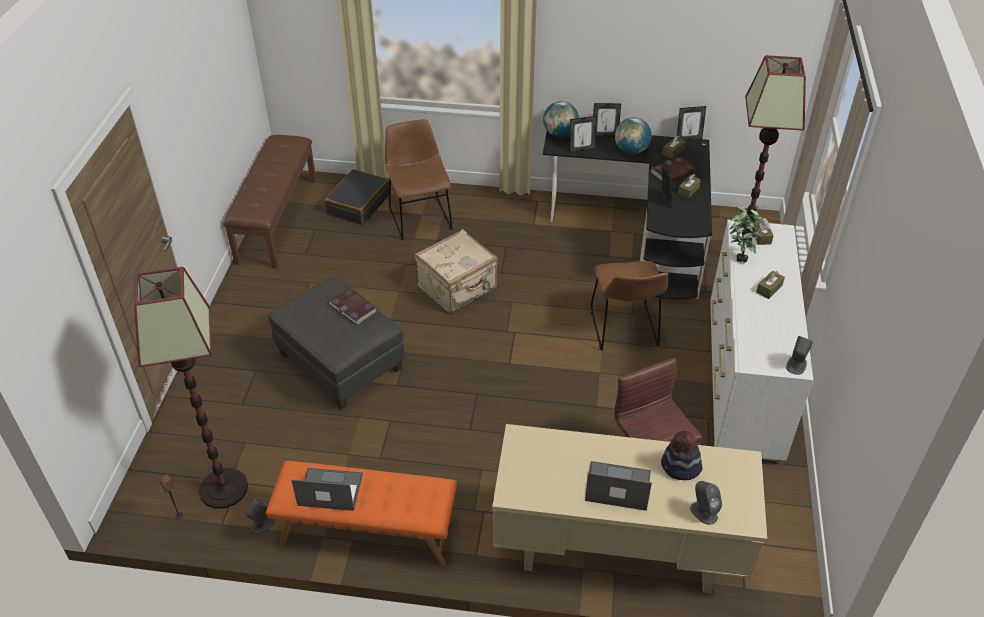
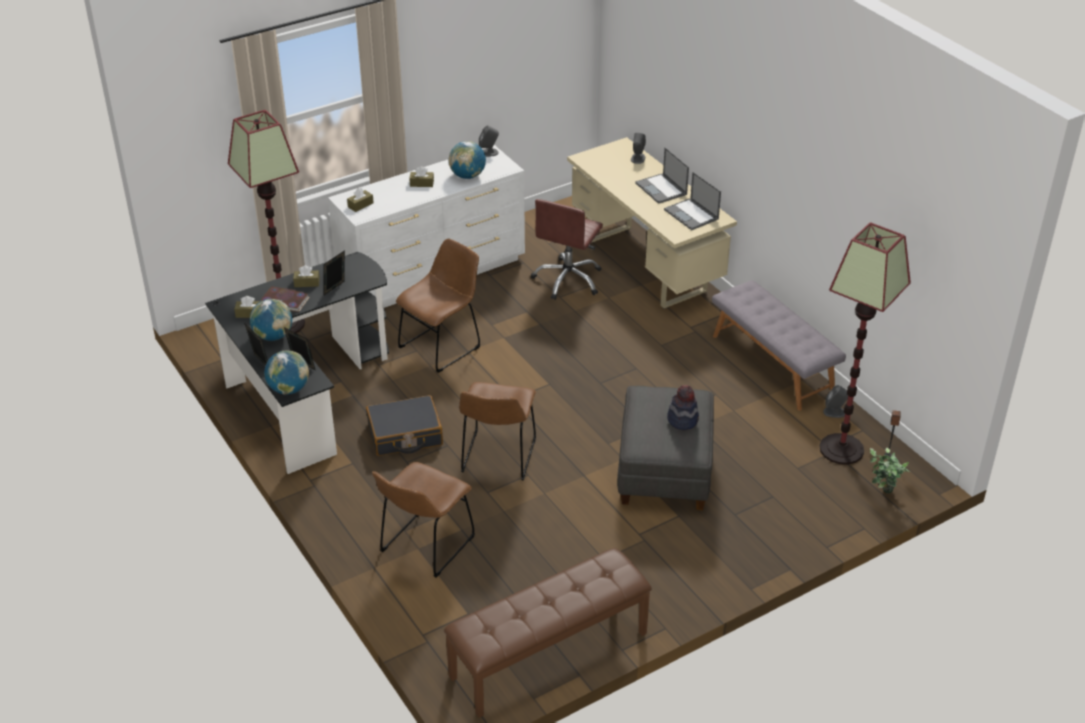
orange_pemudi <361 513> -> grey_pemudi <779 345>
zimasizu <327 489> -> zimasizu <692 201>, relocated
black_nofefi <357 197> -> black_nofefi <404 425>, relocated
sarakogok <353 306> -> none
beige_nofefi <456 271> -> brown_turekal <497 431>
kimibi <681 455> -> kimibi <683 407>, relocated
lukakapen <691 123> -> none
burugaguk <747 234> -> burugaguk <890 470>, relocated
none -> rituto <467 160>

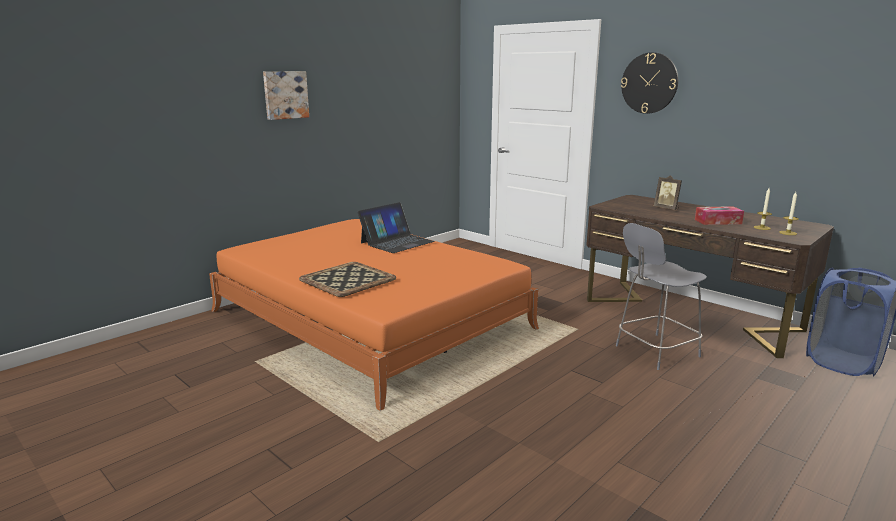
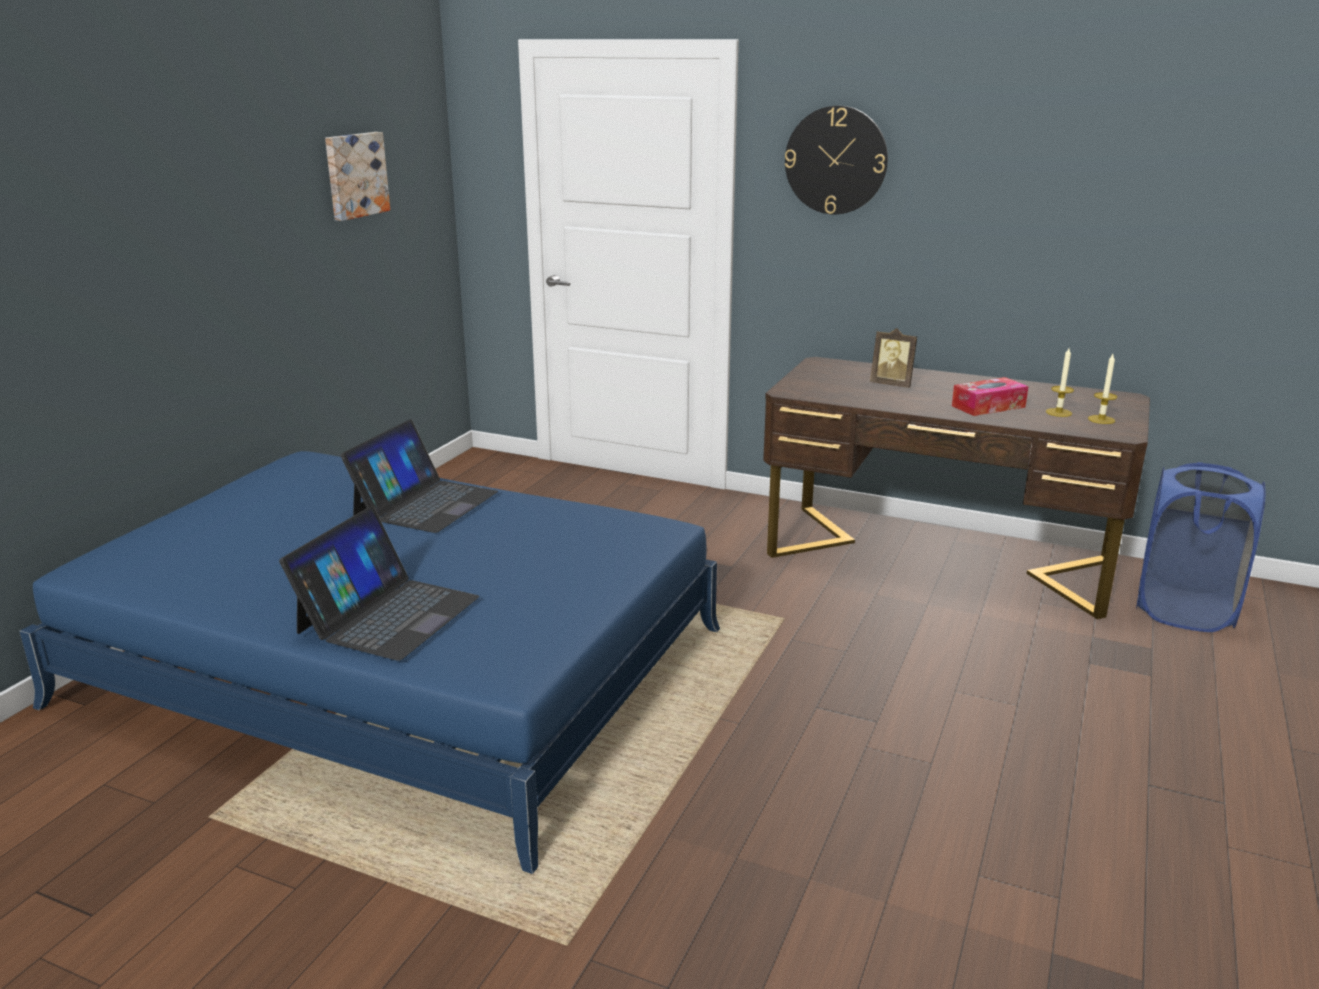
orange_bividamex <374 315> -> blue_bividamex <369 662>
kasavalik <286 95> -> kasavalik <357 176>, relocated
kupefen <347 279> -> zimasizu <379 583>
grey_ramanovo <661 296> -> none

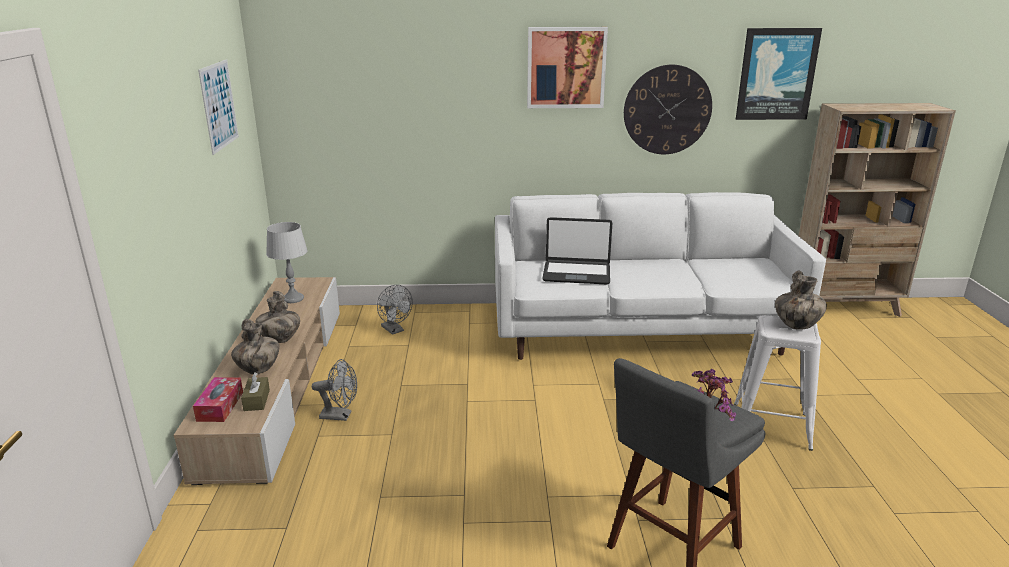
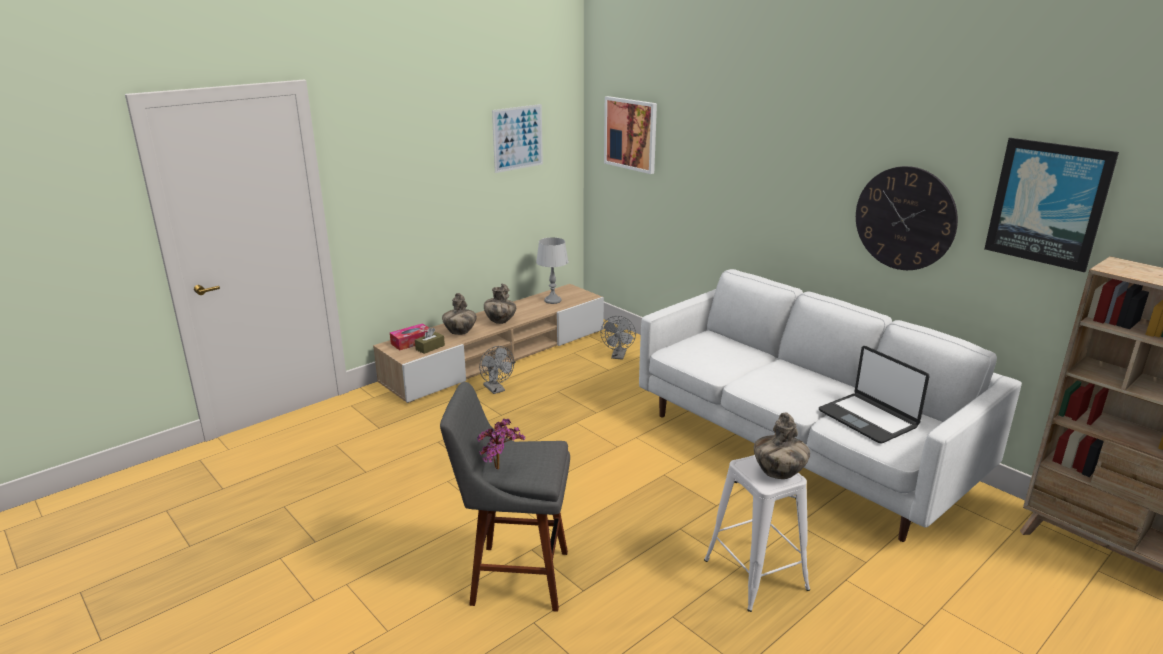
kasavalik <567 67> -> kasavalik <630 135>, relocated
zimasizu <577 250> -> zimasizu <874 394>, relocated

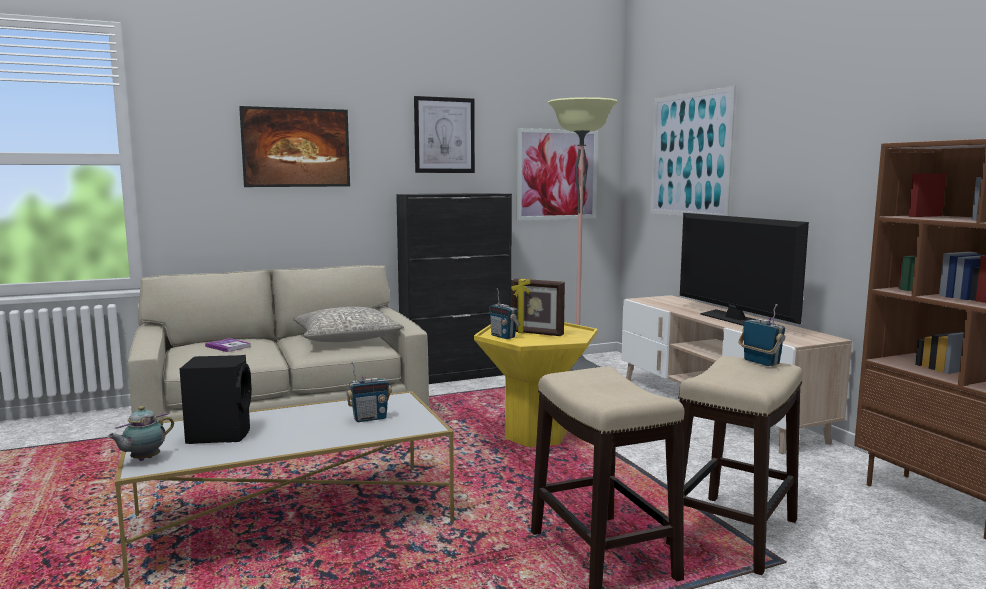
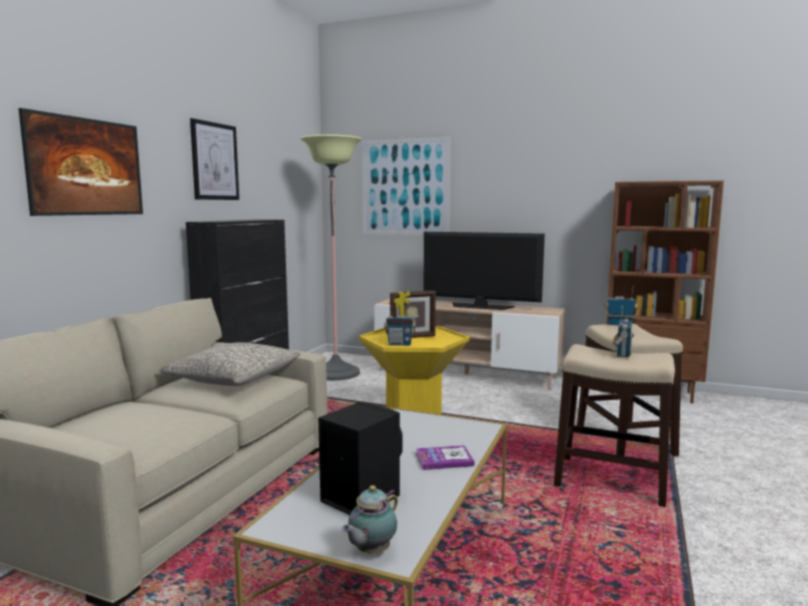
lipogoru <140 433> -> lipogoru <370 519>, 45 degrees clockwise
sarakogok <228 345> -> sarakogok <445 457>, relocated
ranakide <369 392> -> ranakide <623 332>, relocated
kasavalik <557 174> -> none

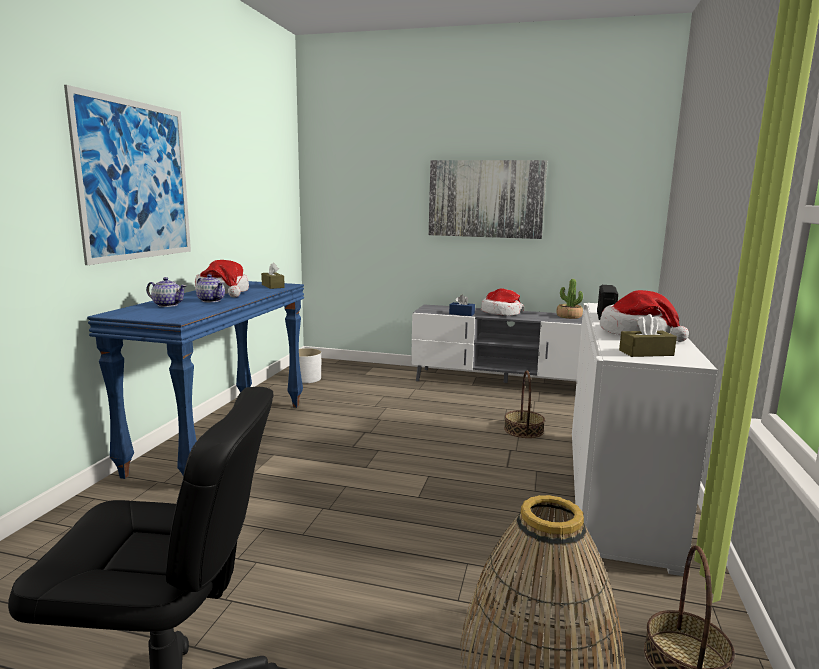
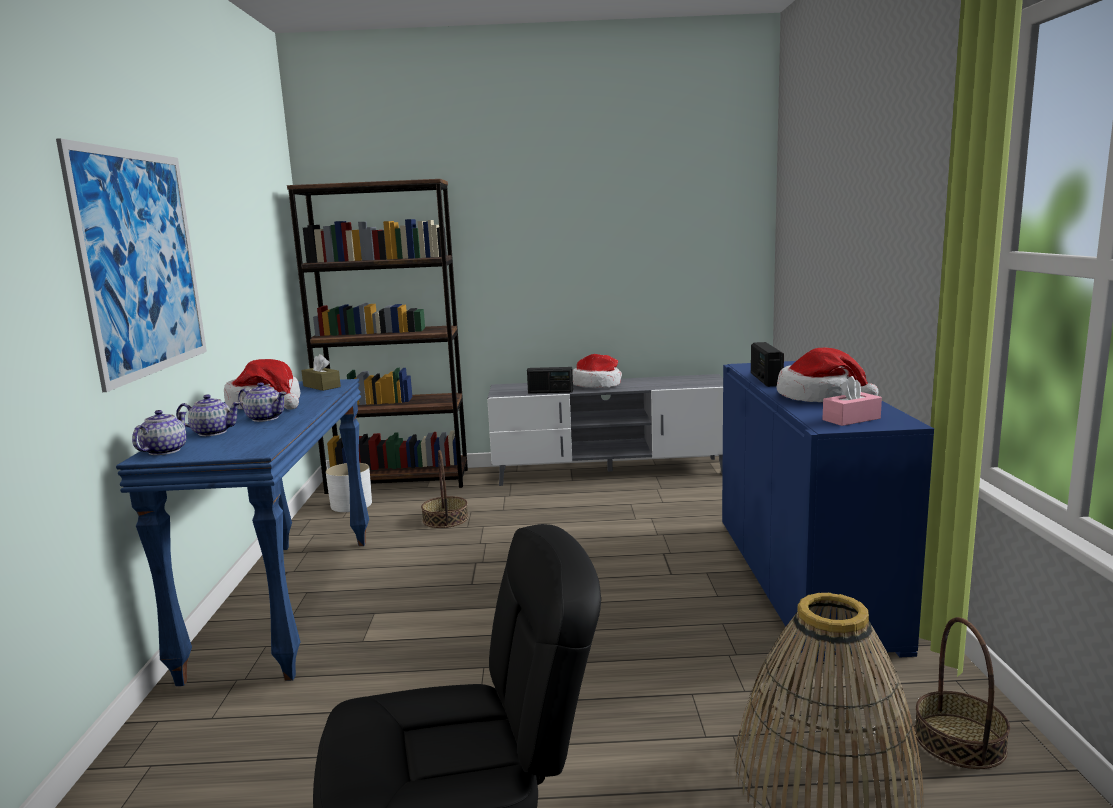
kasavalik <488 199> -> none
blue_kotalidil <462 305> -> ranakide <550 380>
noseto <524 404> -> noseto <444 489>, relocated
burugaguk <569 299> -> none
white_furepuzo <645 439> -> blue_furepuzo <828 511>
brown_kotalidil <648 335> -> pink_kotalidil <852 401>
none -> lipogoru <159 432>
none -> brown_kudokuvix <377 336>

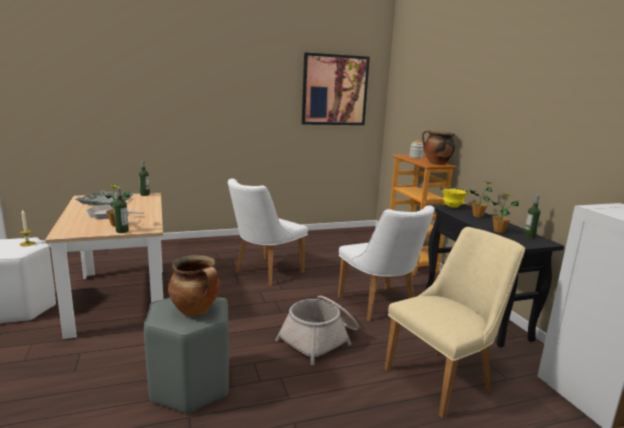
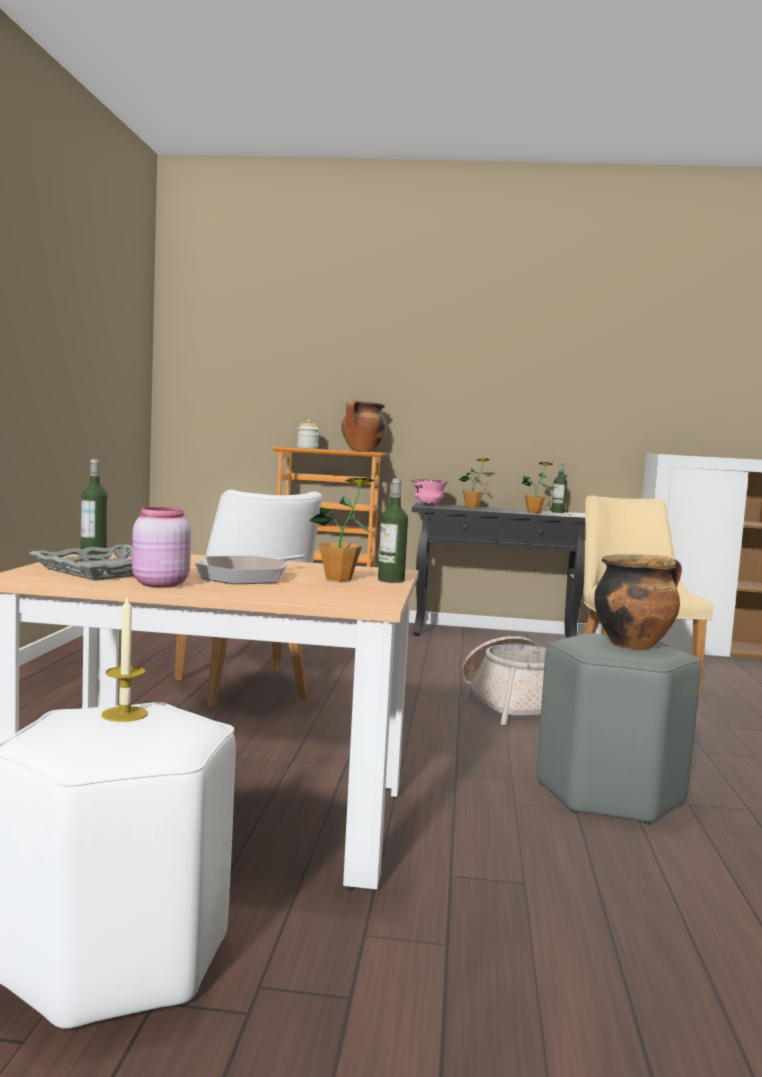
kasavalik <336 88> -> none
white_turekal <386 263> -> none
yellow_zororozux <454 198> -> pink_zororozux <429 492>
none -> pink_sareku <161 547>

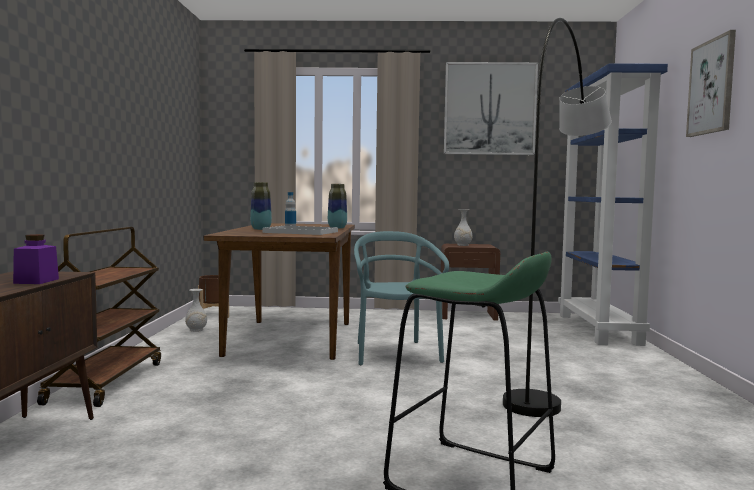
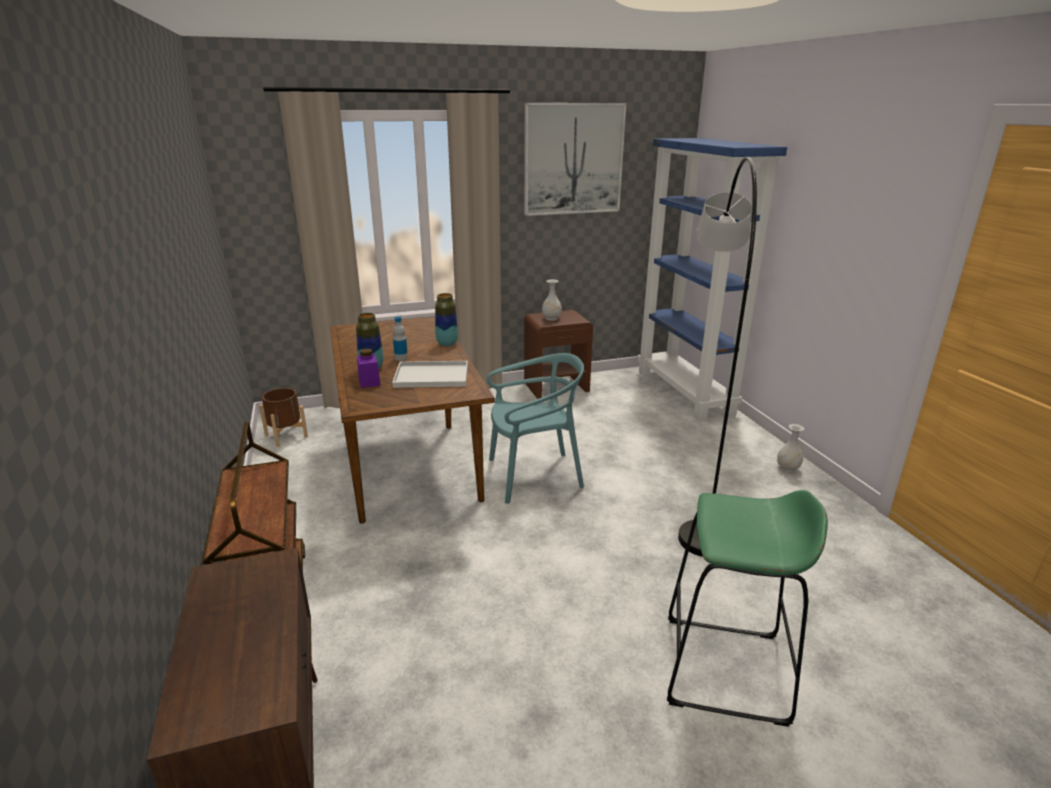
purple_sareku <36 259> -> purple_sareku <369 368>, relocated
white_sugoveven <196 310> -> white_sugoveven <791 448>, relocated
turquoise_turekal <401 298> -> turquoise_turekal <535 428>, 105 degrees clockwise
kasavalik <711 83> -> none

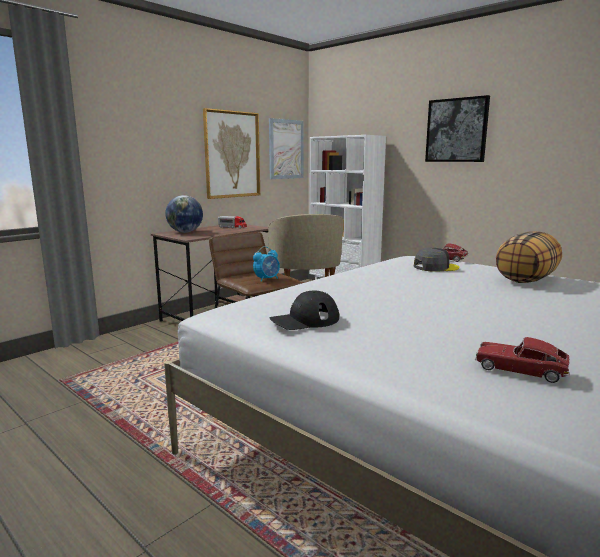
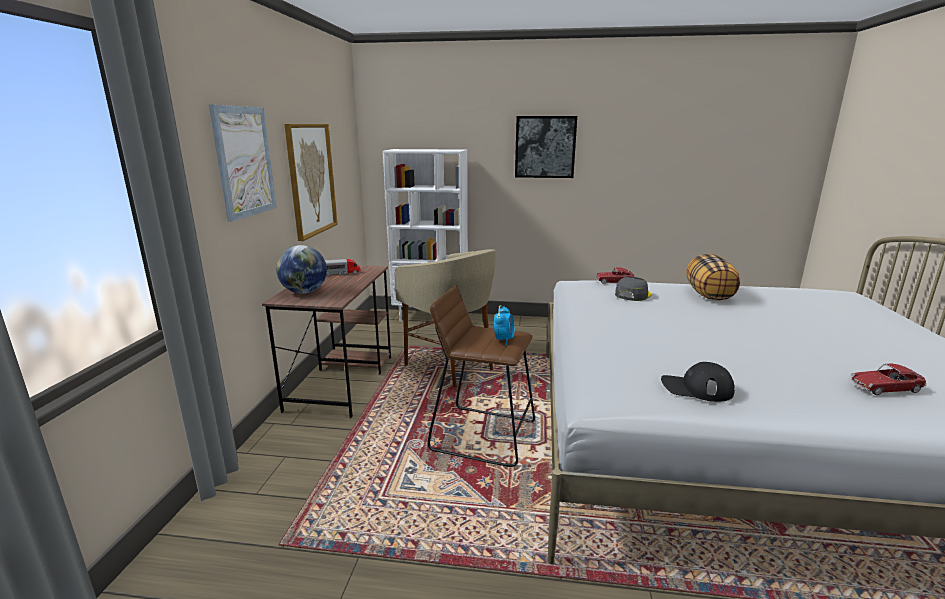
kasavalik <286 148> -> kasavalik <243 163>, relocated
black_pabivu <304 310> -> black_pabivu <698 382>, 75 degrees clockwise

